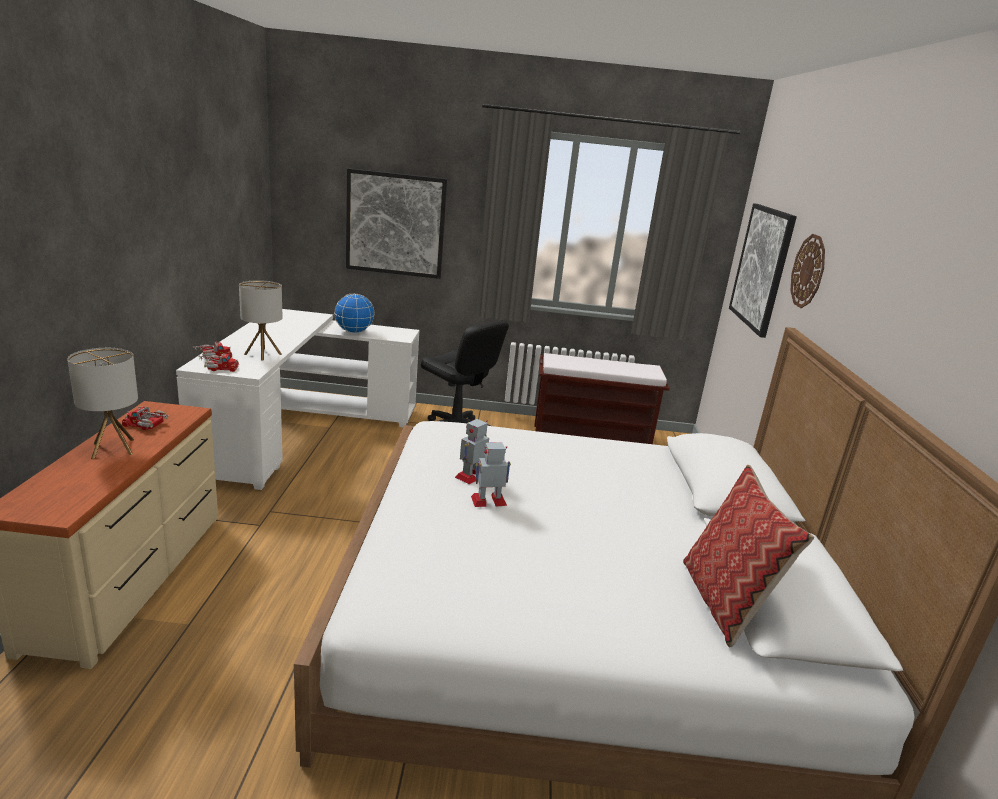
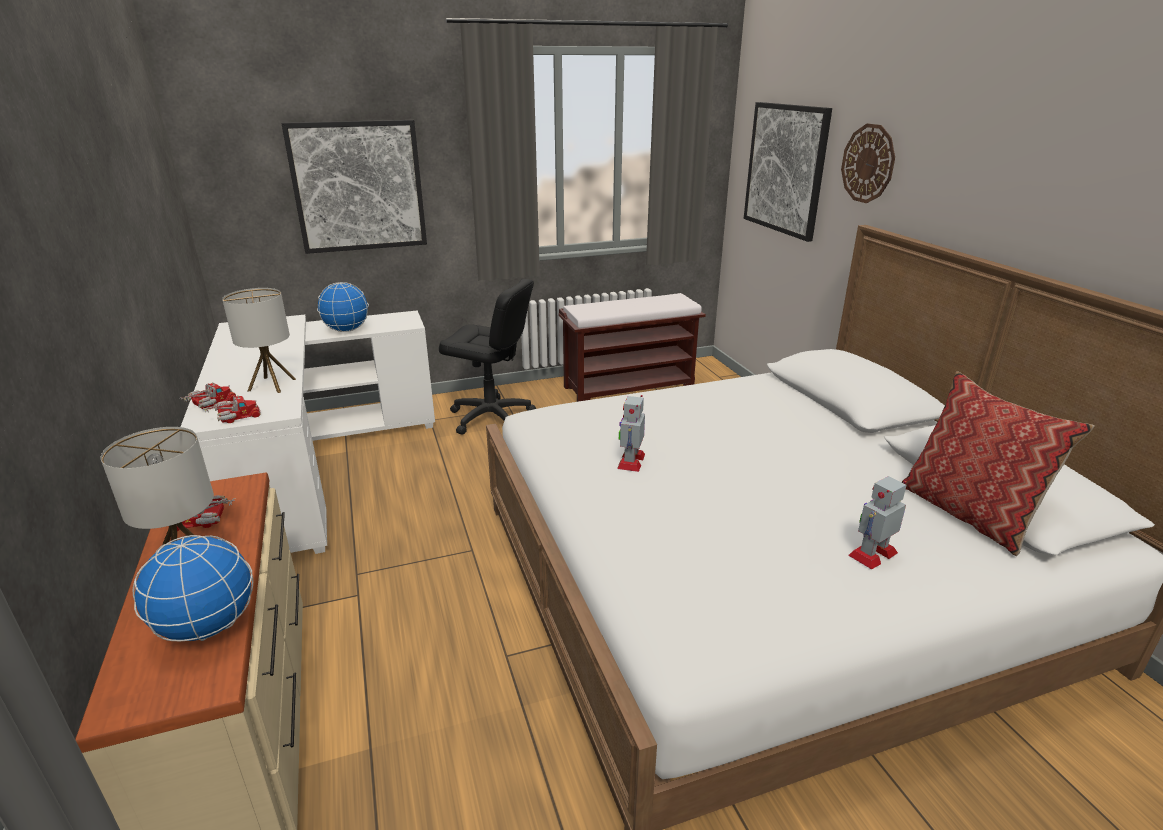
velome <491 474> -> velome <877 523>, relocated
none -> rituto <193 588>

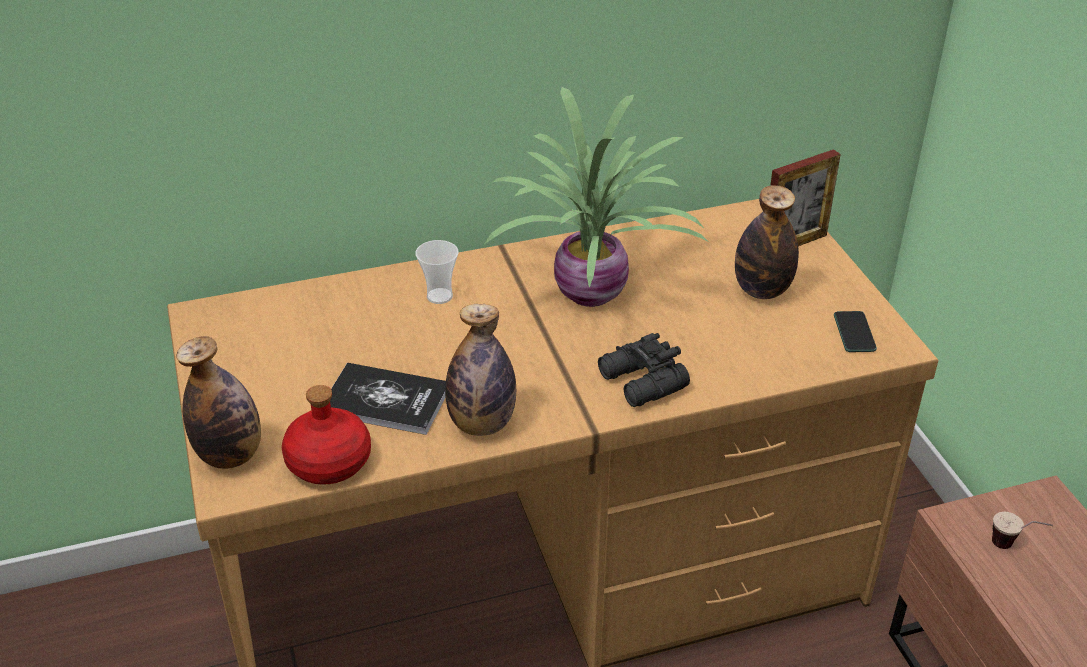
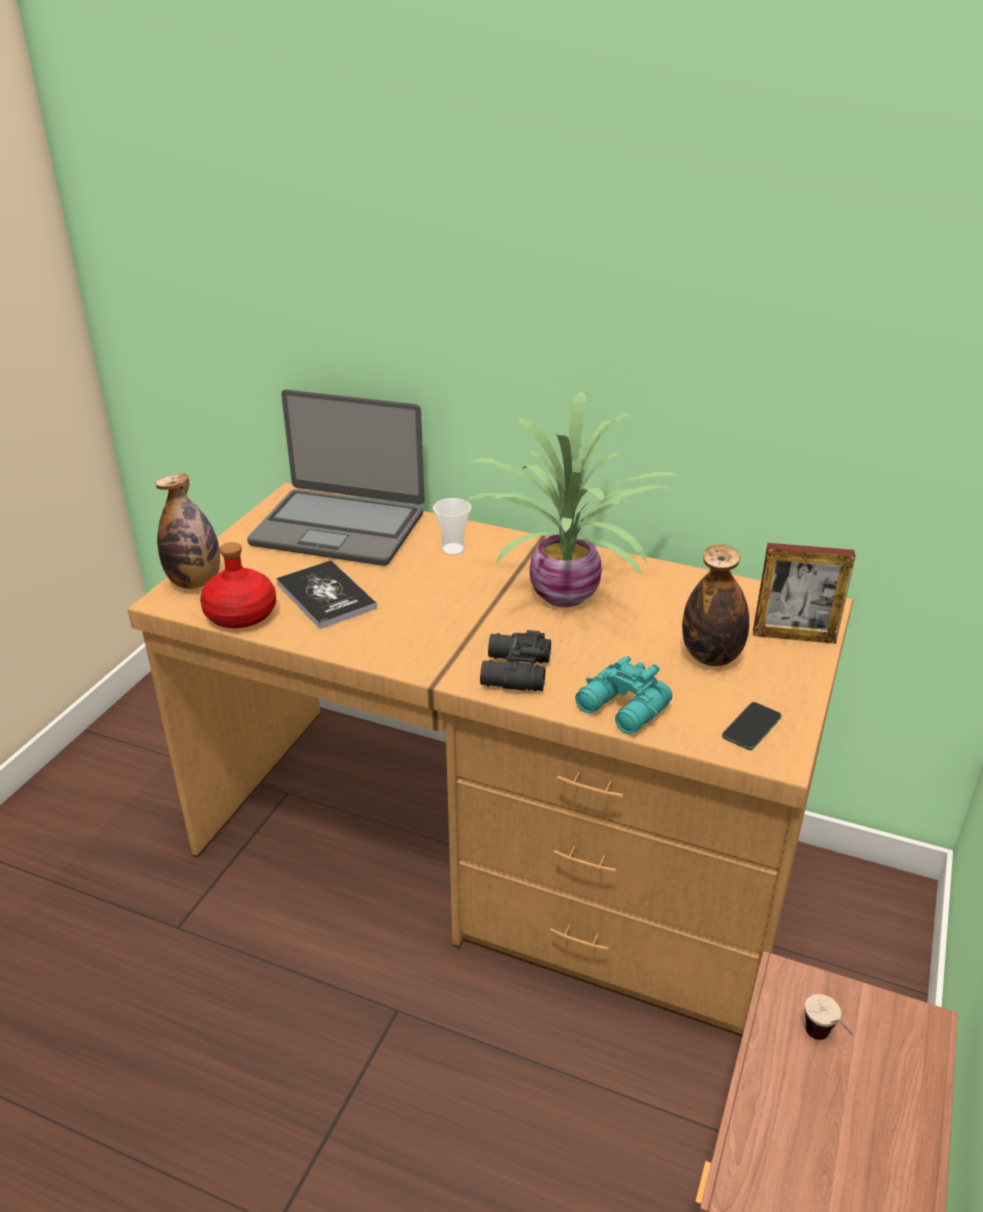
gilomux <480 370> -> none
none -> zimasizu <336 477>
none -> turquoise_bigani <623 695>

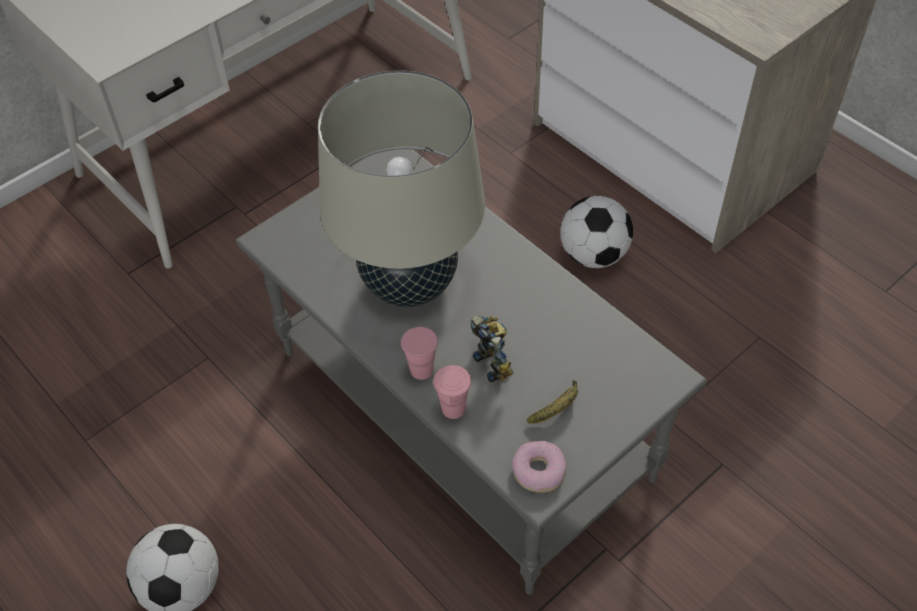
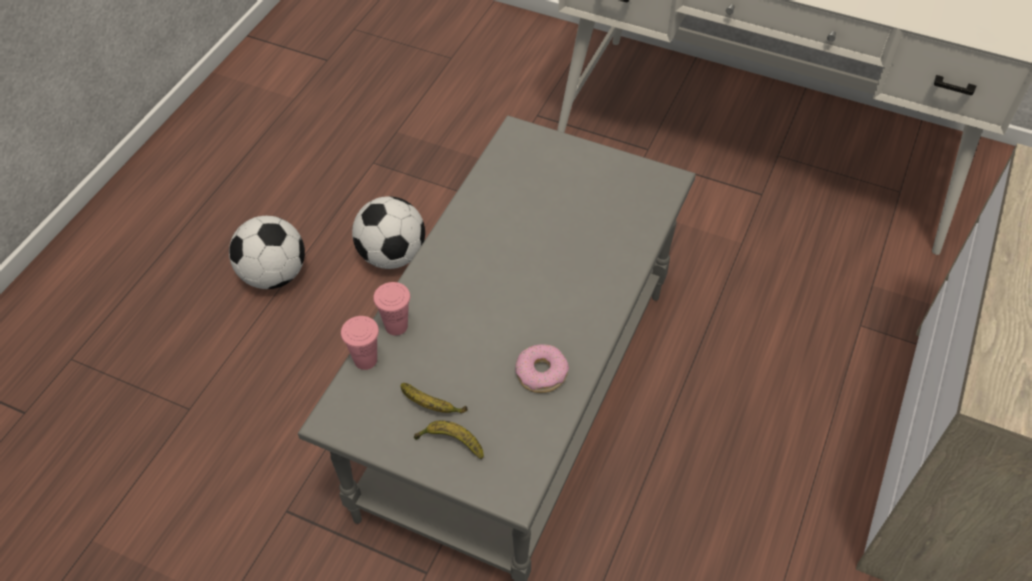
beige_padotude <401 188> -> none
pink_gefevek <419 353> -> pink_gefevek <360 343>, relocated
velome <492 349> -> none
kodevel <539 467> -> kodevel <542 368>, relocated
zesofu <596 232> -> zesofu <388 232>, relocated
none -> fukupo <449 439>

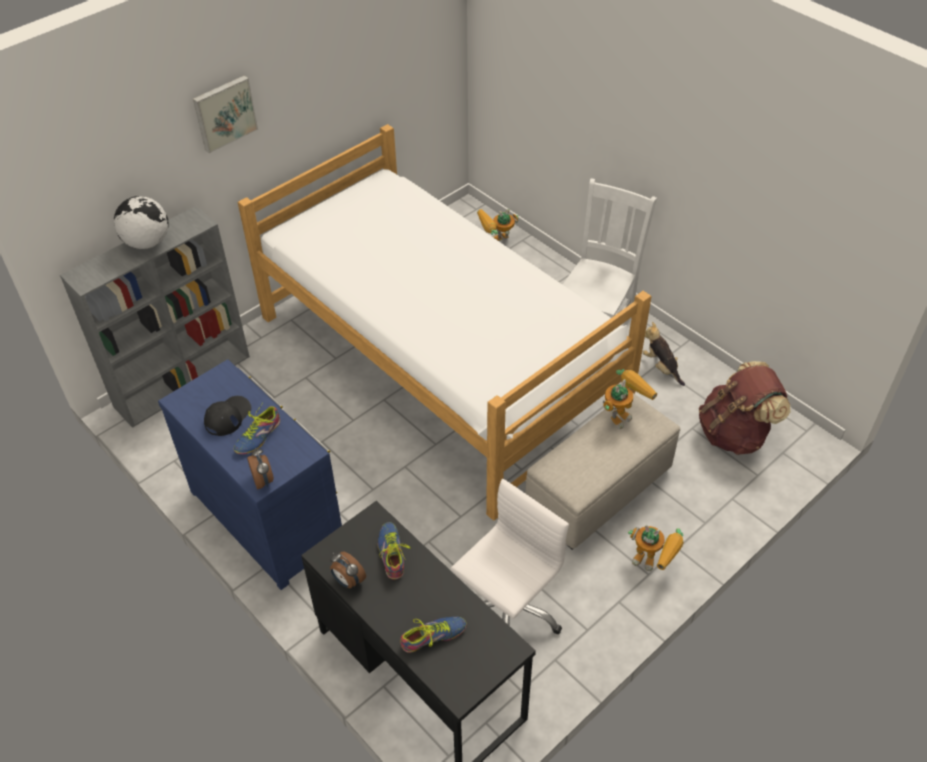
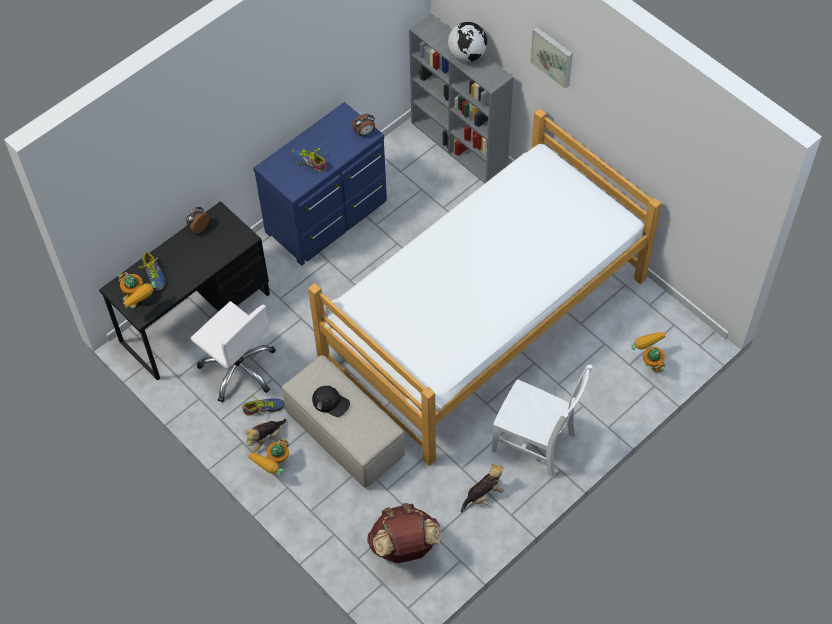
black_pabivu <228 416> -> black_pabivu <331 401>, relocated
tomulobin <260 468> -> tomulobin <363 125>, relocated
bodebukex <394 551> -> bodebukex <263 405>, relocated
velome <630 399> -> velome <137 290>, relocated
none -> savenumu <265 435>

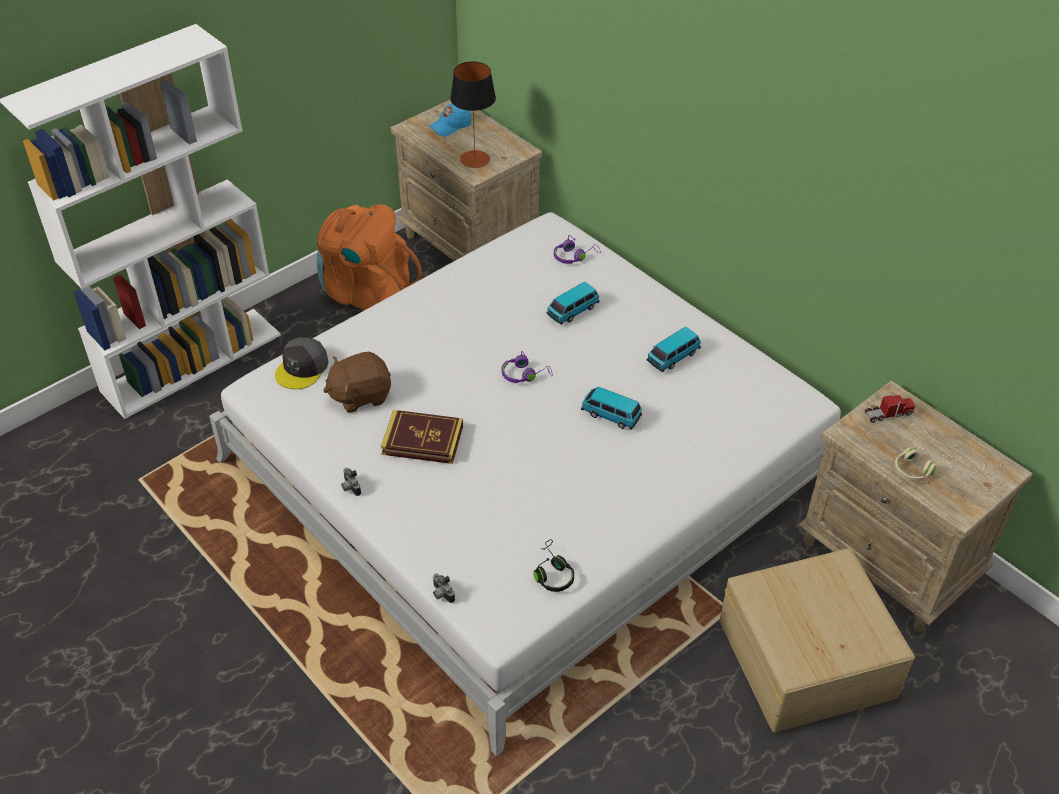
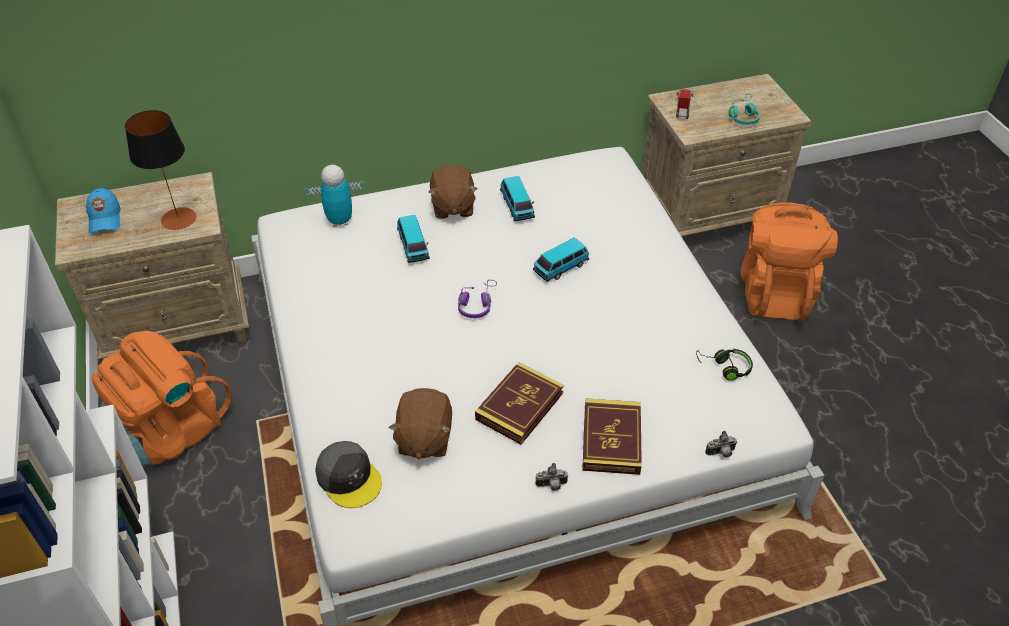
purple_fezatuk <577 249> -> velome <334 196>
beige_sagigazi <817 640> -> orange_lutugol <789 261>
beige_fezatuk <924 462> -> turquoise_fezatuk <744 109>
none -> brown_savenumu <453 191>
none -> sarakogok <612 436>

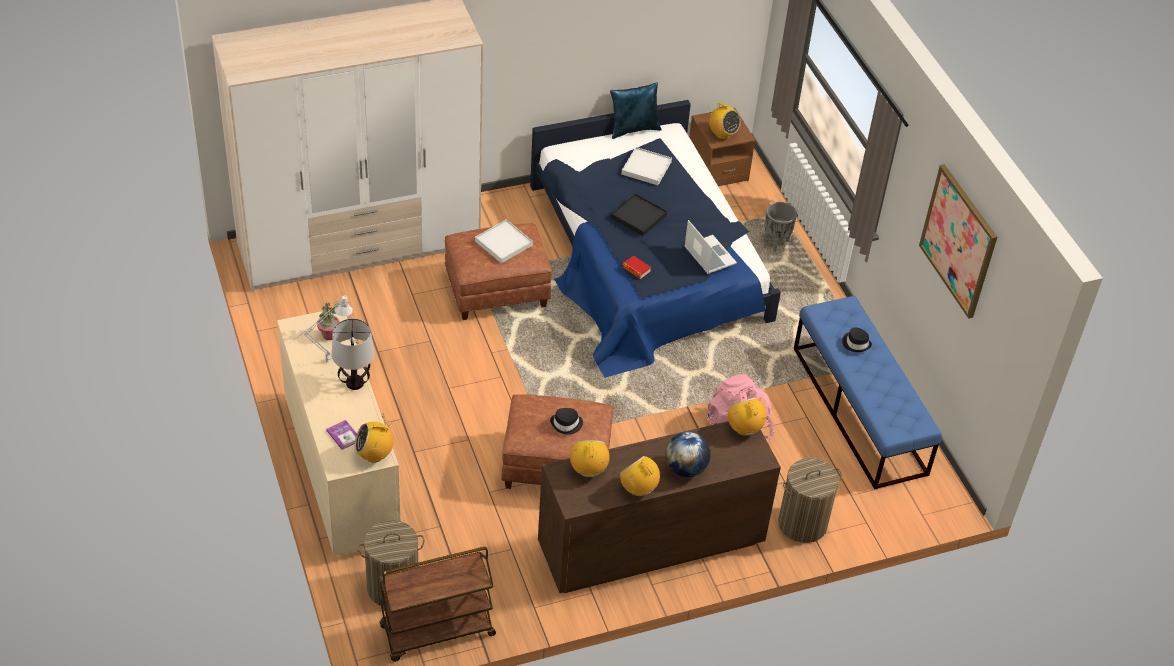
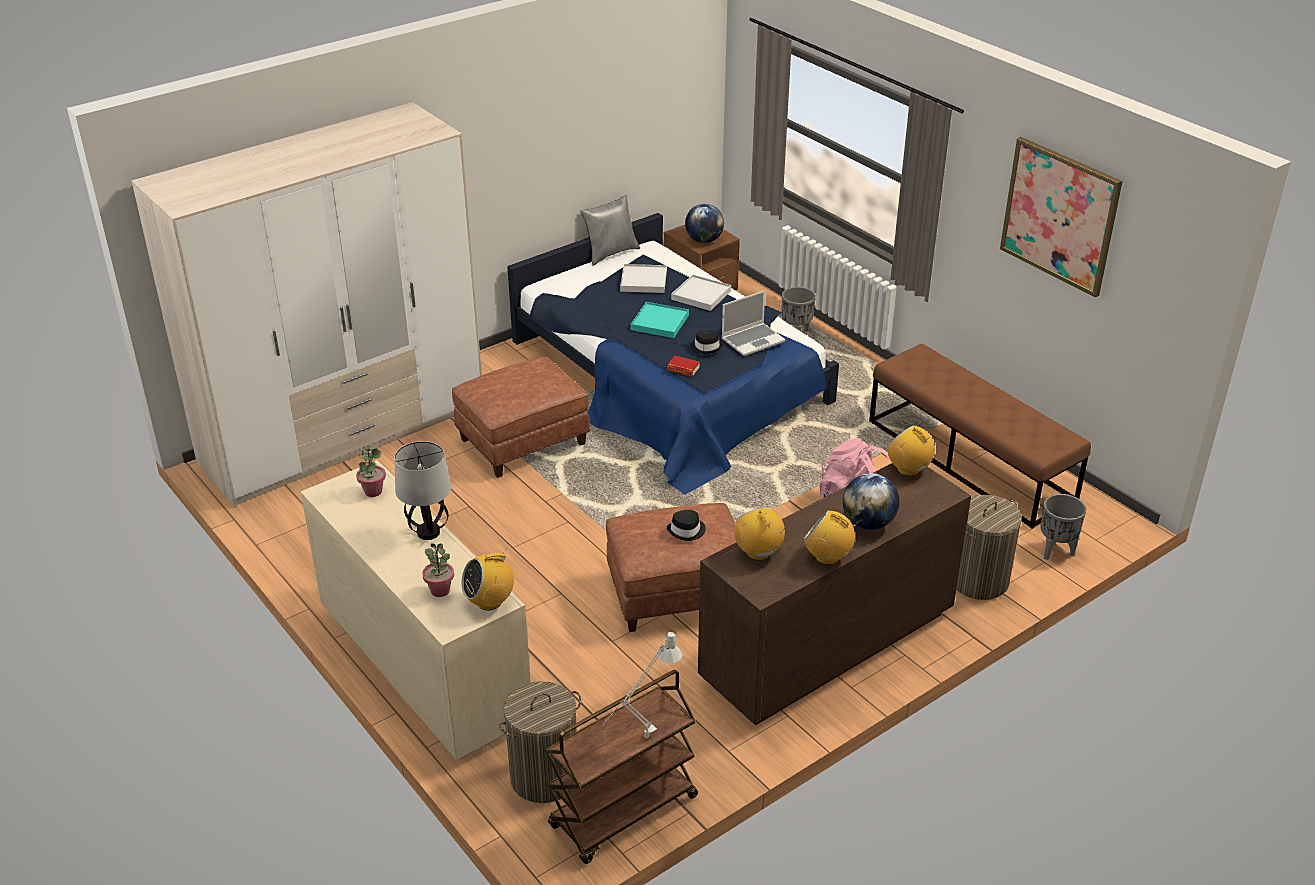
grey_padotude <320 328> -> grey_padotude <642 685>, relocated
sarakogok <341 435> -> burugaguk <438 570>
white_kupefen <504 241> -> white_kupefen <701 292>, relocated
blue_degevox <635 110> -> grey_degevox <610 230>
black_kupefen <639 215> -> turquoise_kupefen <660 320>
zimasizu <710 247> -> zimasizu <754 323>, 105 degrees clockwise
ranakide <725 121> -> rituto <704 223>
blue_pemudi <868 393> -> brown_pemudi <980 436>
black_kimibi <857 340> -> black_kimibi <706 342>, relocated
none -> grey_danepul <1063 527>

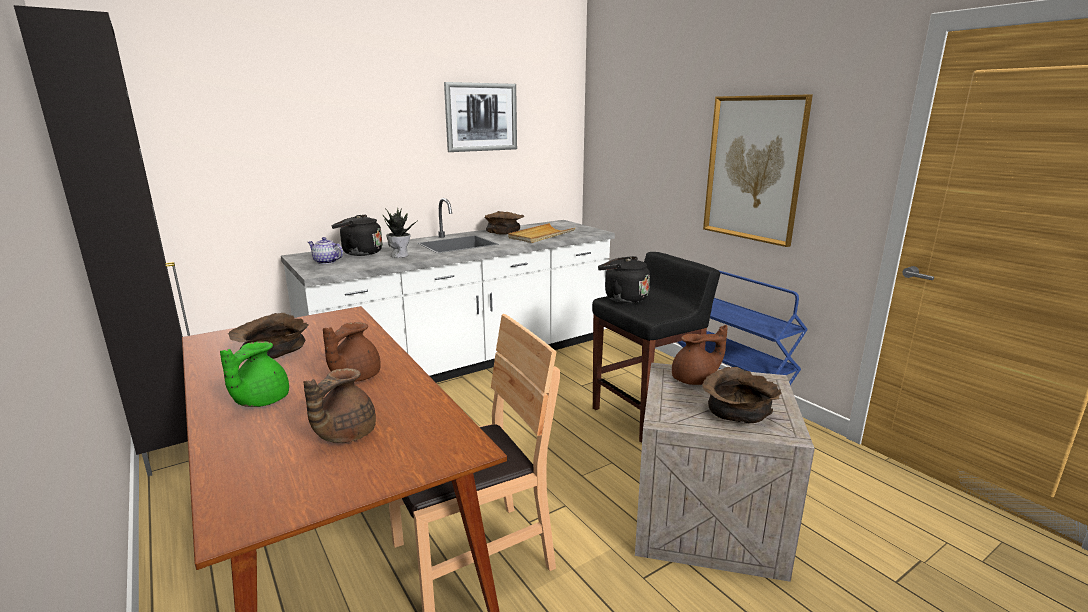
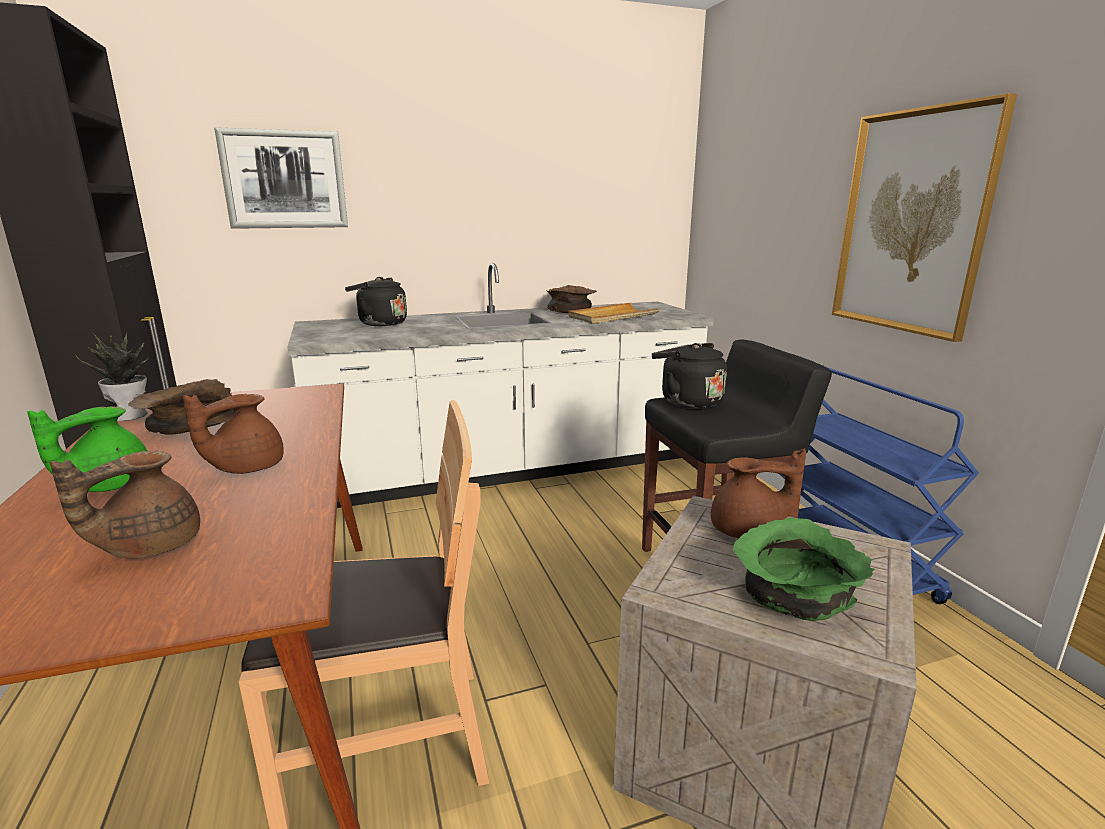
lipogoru <325 250> -> none
burugaguk <399 233> -> burugaguk <112 377>, relocated
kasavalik <480 117> -> kasavalik <281 178>, relocated
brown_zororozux <742 395> -> green_zororozux <803 569>

